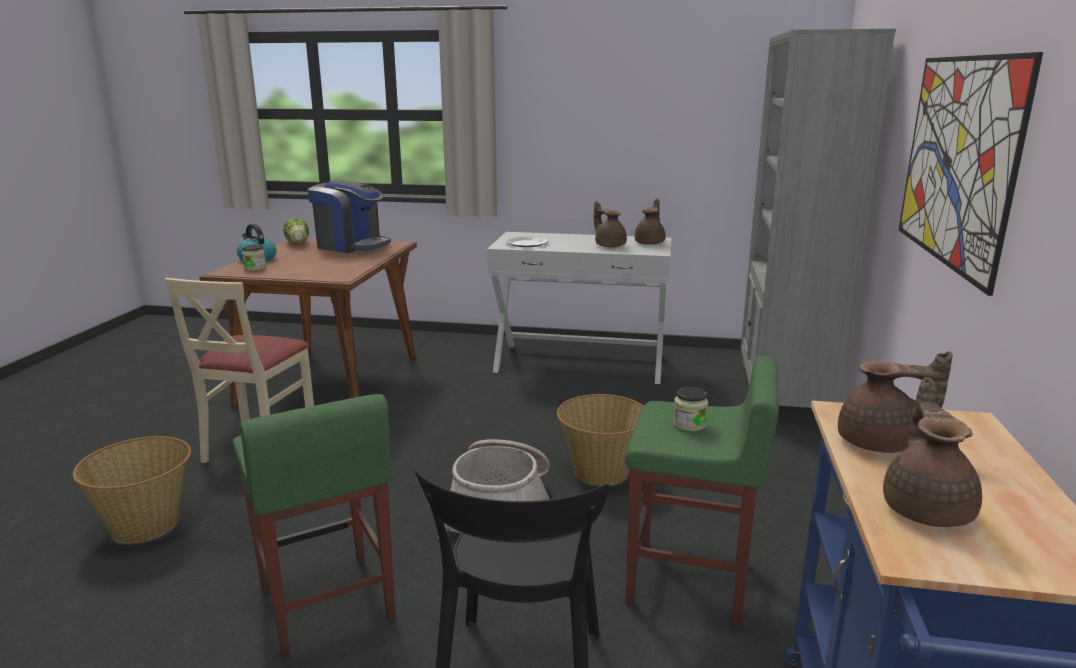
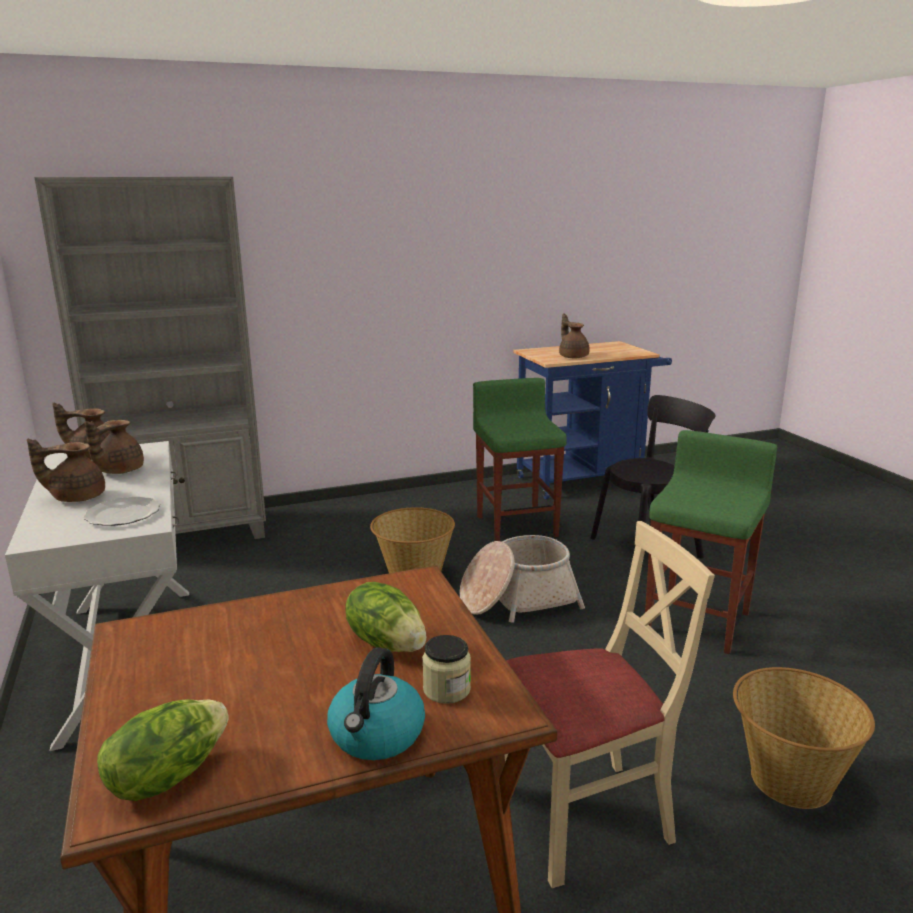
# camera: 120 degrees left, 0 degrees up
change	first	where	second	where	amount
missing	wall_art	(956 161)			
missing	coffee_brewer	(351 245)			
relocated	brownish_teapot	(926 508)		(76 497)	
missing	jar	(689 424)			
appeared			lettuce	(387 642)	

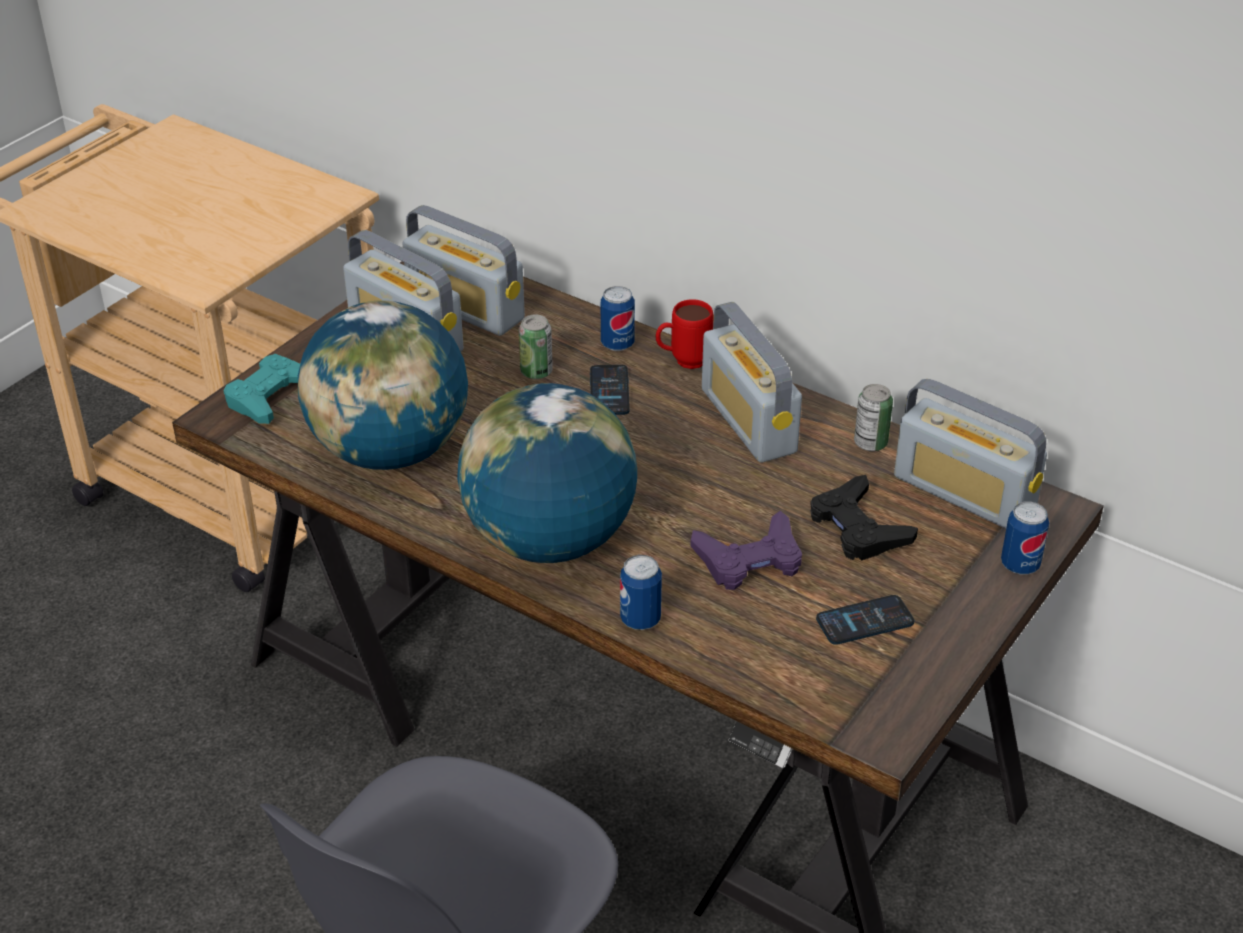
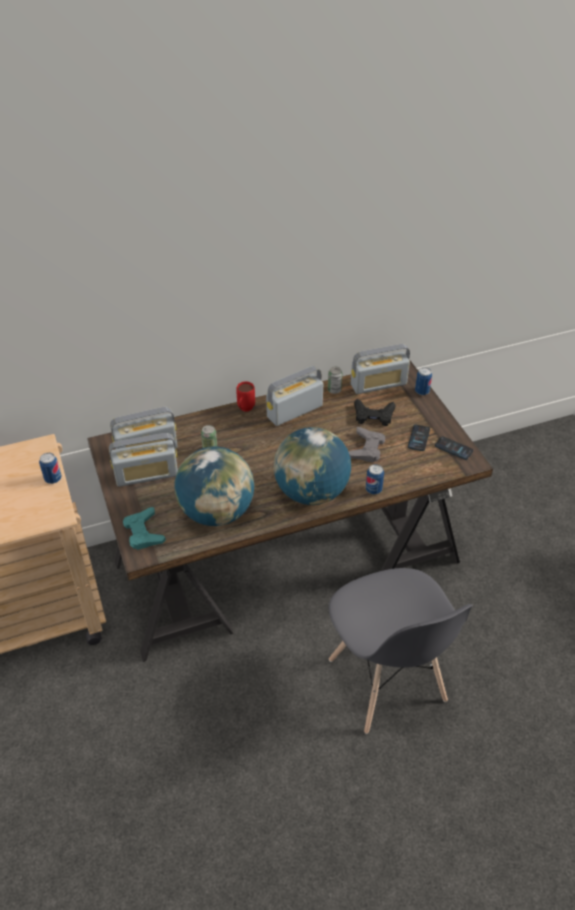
# camera: 55 degrees left, 5 degrees up
change	first	where	second	where	amount
relocated	sealed_can	(617 344)		(53 479)	
spun	radio_set	(748 421)		(294 411)	135 degrees clockwise
relocated	handset	(609 391)		(453 448)	
colour	purplish_gamepad	(749 560)	grey_gamepad	(367 448)	

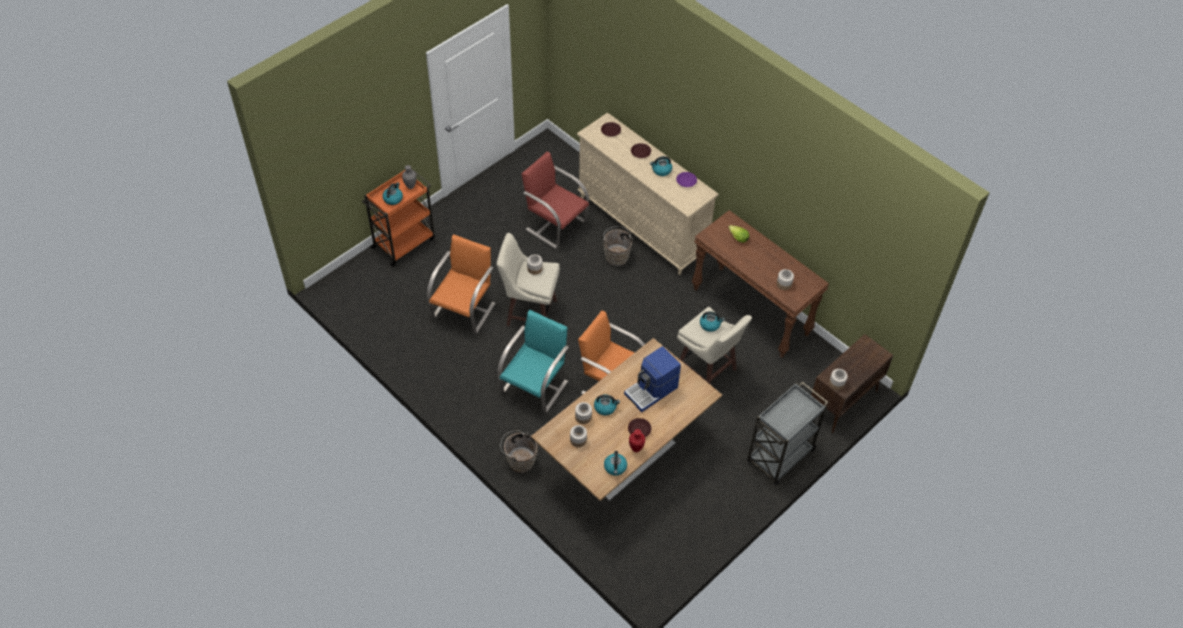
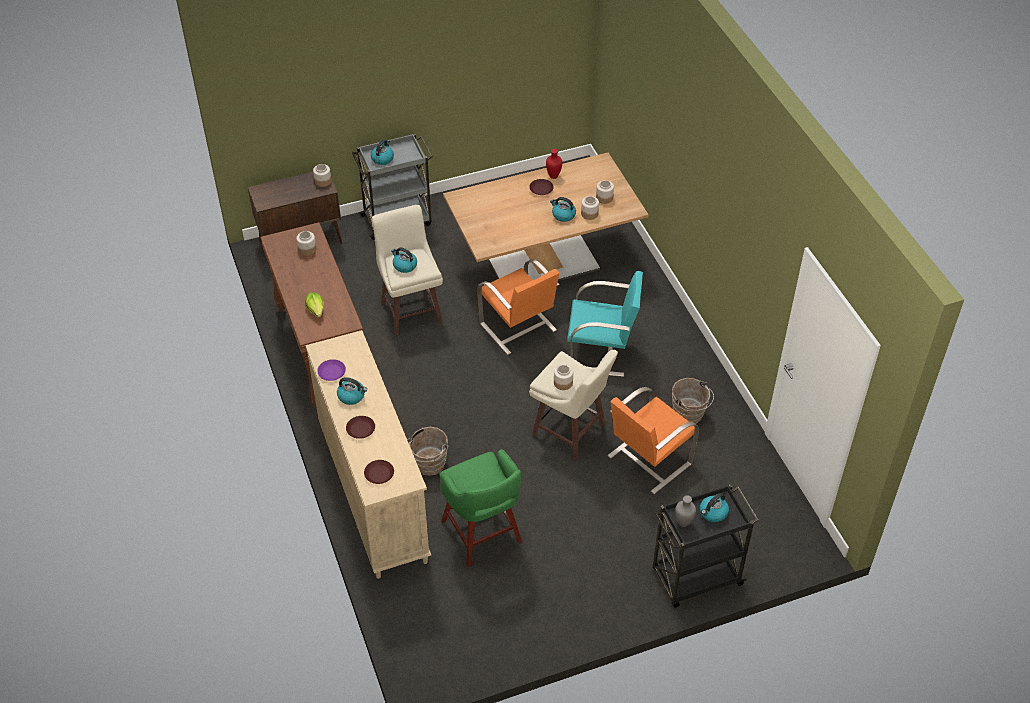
# camera: 155 degrees left, 5 degrees down
change	first	where	second	where	amount
exchanged	reddish_chair	(555 224)	green_stool	(482 534)	
colour	orange_trolley	(404 242)	black_trolley	(695 578)	
spun	turquoise-coloured_chair	(535 386)		(601 352)	135 degrees counterclockwise
missing	coffee_brewer	(652 391)			
relocated	brownish_water_bucket	(519 460)		(689 415)	
relocated	water_kettle	(615 467)		(382 158)	

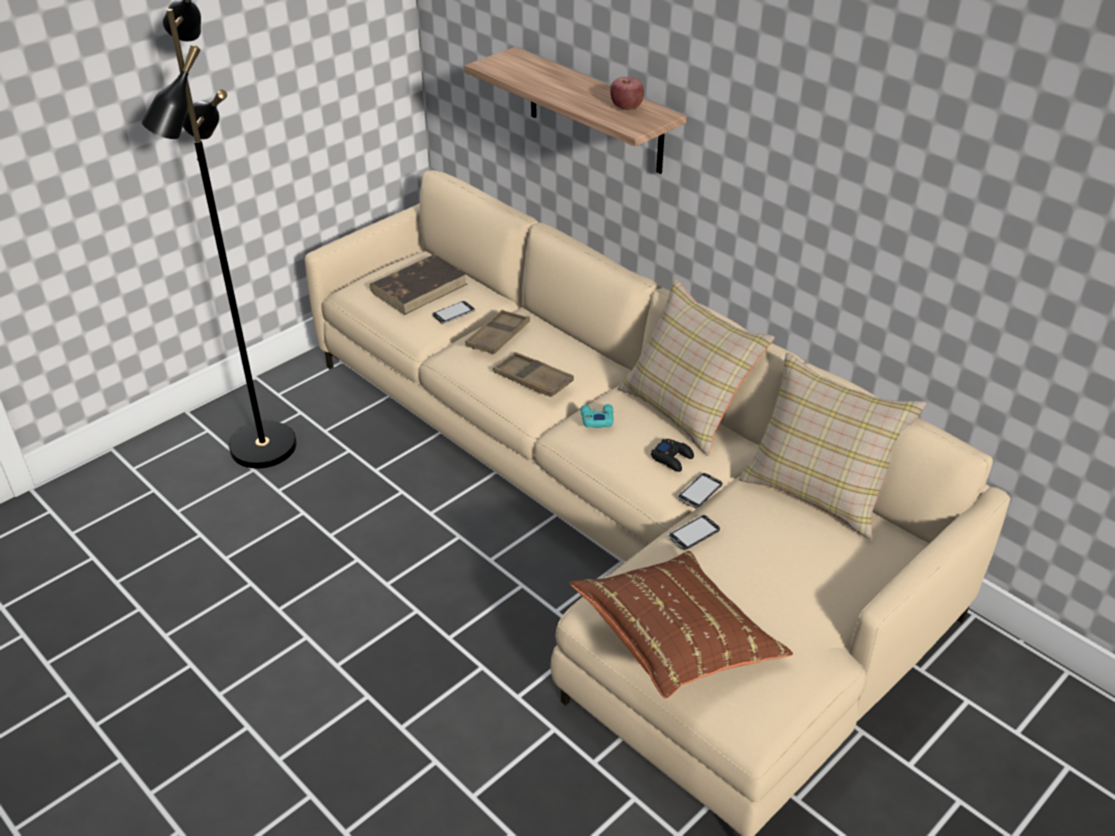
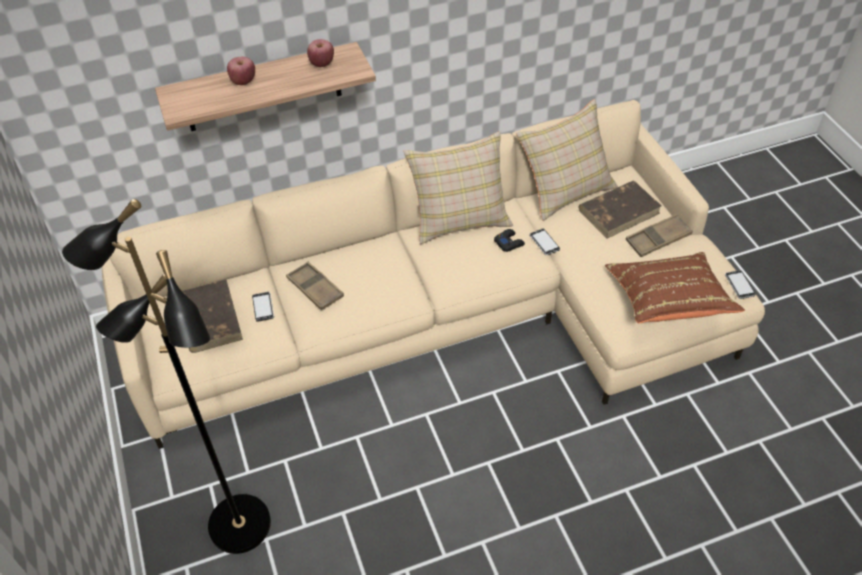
# camera: 65 degrees left, 10 degrees up
change	first	where	second	where	amount
relocated	brownish_carrying_tray	(533 379)		(658 239)	
missing	turquoise-coloured_gamepad	(596 419)			
relocated	handset	(693 533)		(739 285)	
appeared			apple_fruit	(243 81)	
appeared			brownish_volume	(619 211)	

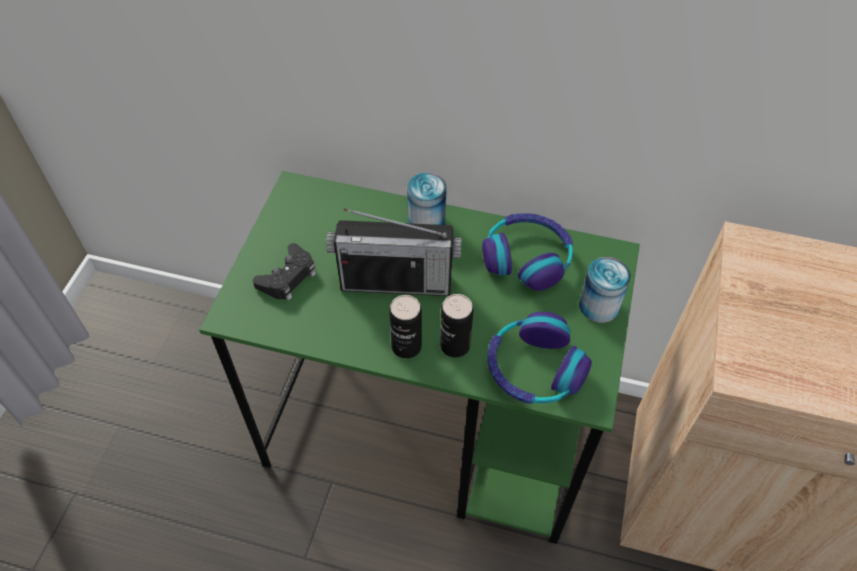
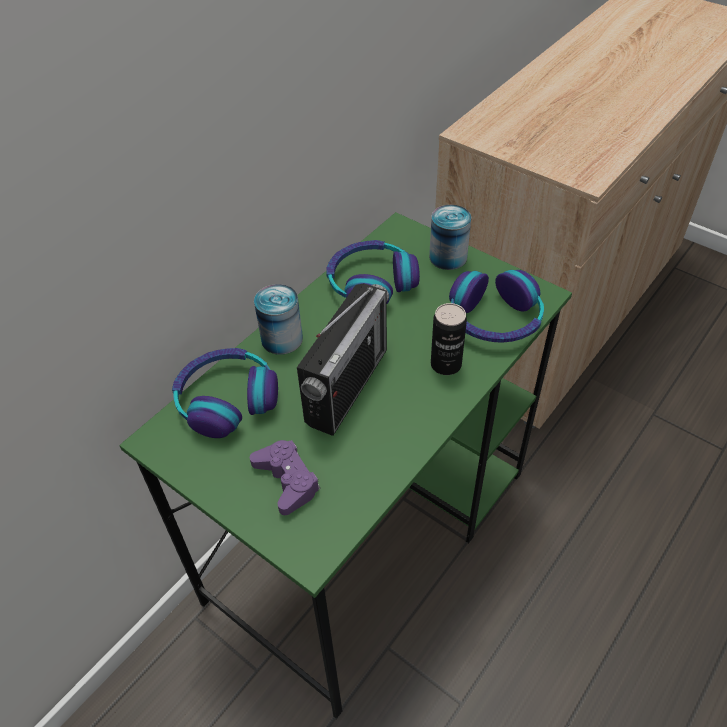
# camera: 65 degrees left, 5 degrees down
change	first	where	second	where	amount
colour	black_gamepad	(288 277)	purplish_gamepad	(287 480)	
missing	sealed_can	(406 346)			
appeared			headset	(227 399)	

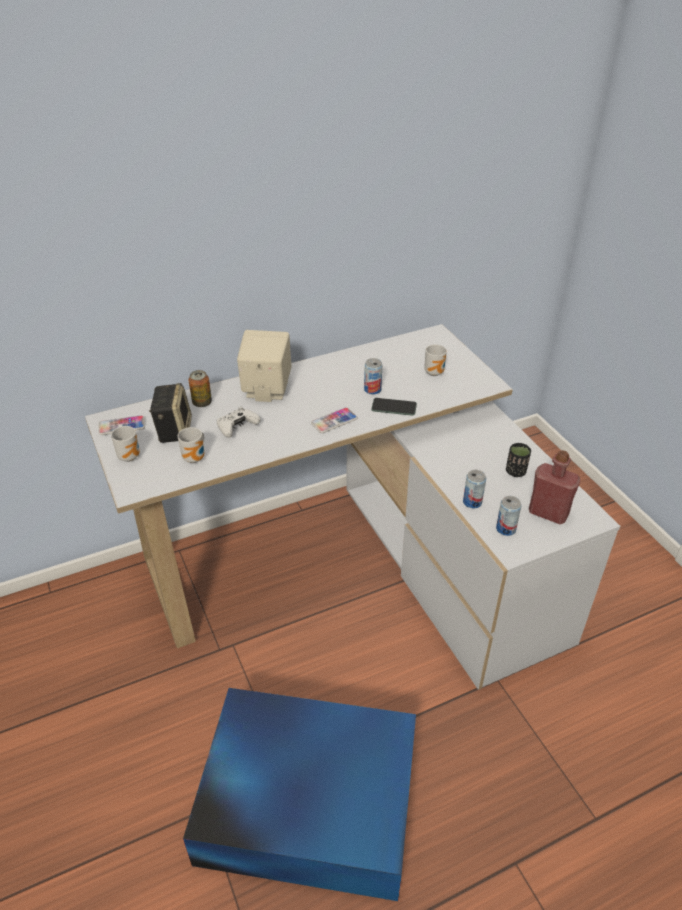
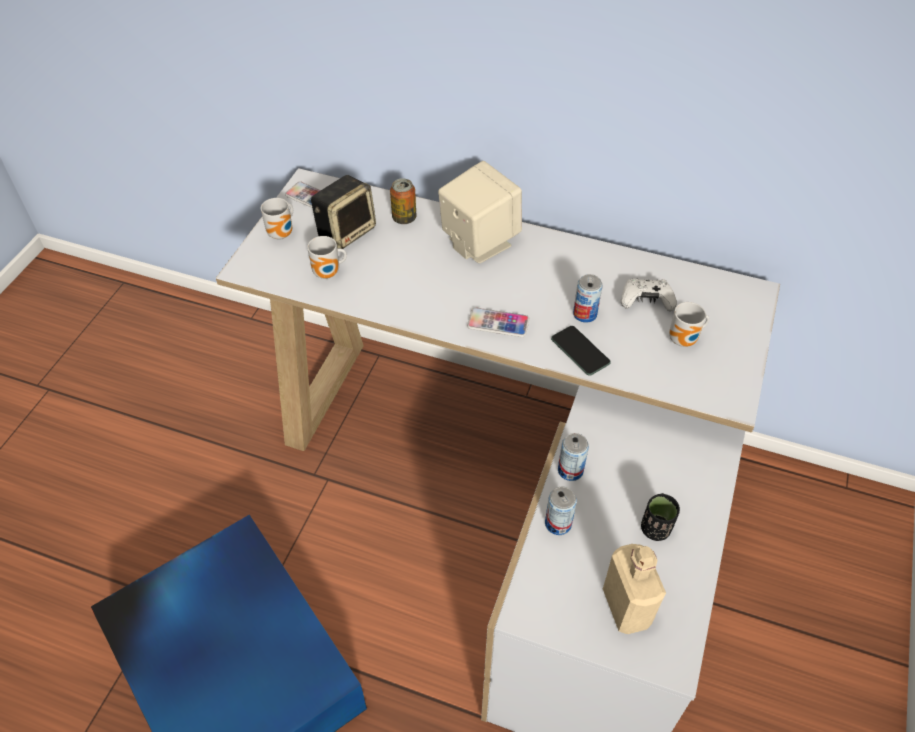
# camera: 45 degrees right, 10 degrees up
change	first	where	second	where	amount
relocated	whitish_gamepad	(237 427)		(646 301)	
colour	reddish_bottle	(548 513)	beige-coloured_bottle	(626 607)	
relocated	sealed_can	(505 529)		(570 470)	

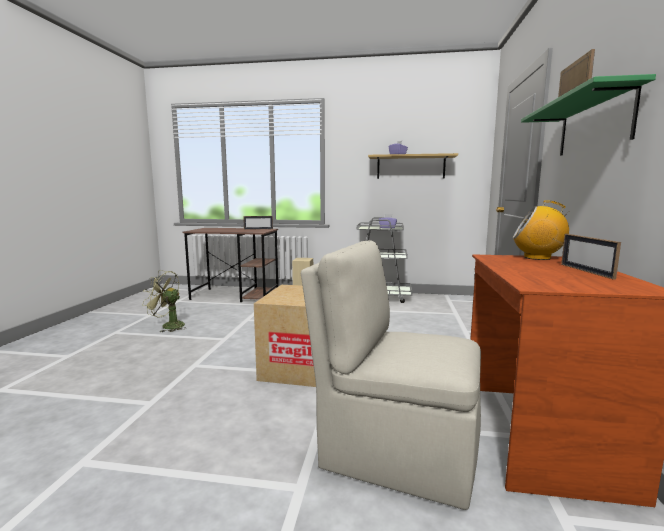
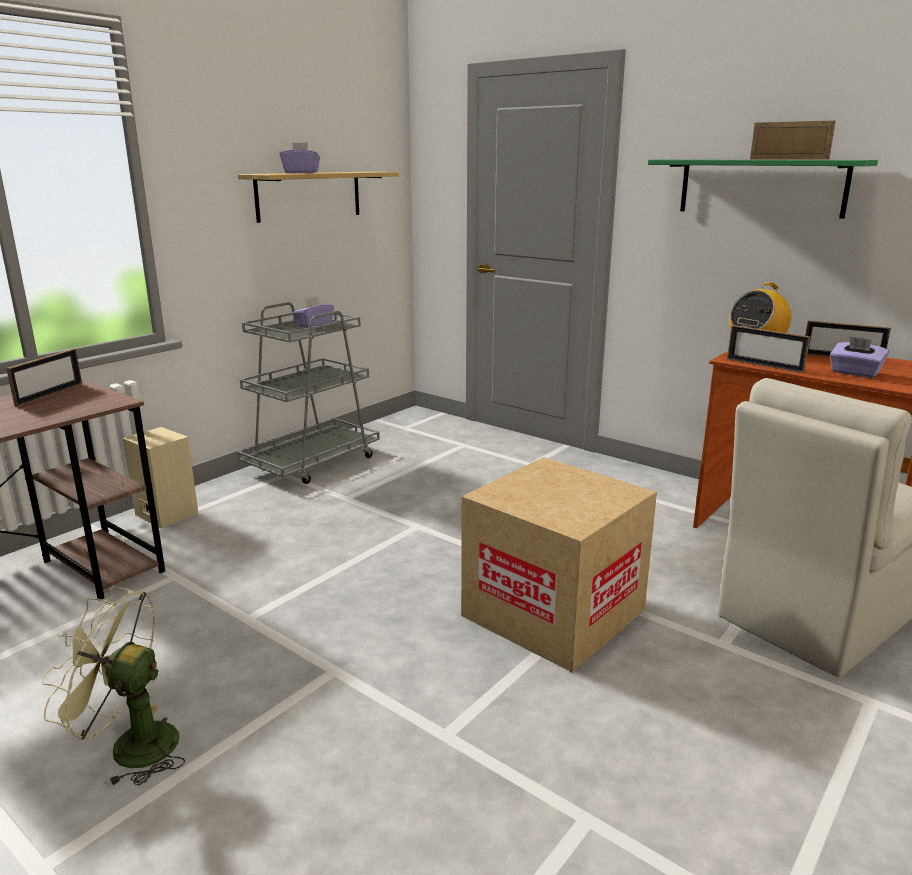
# camera: 60 degrees left, 10 degrees up
change	first	where	second	where	amount
spun	green_fan	(168 326)		(130 746)	60 degrees clockwise
appeared			picture_frame	(764 365)	
appeared			purplish_tissue_holder	(854 373)	

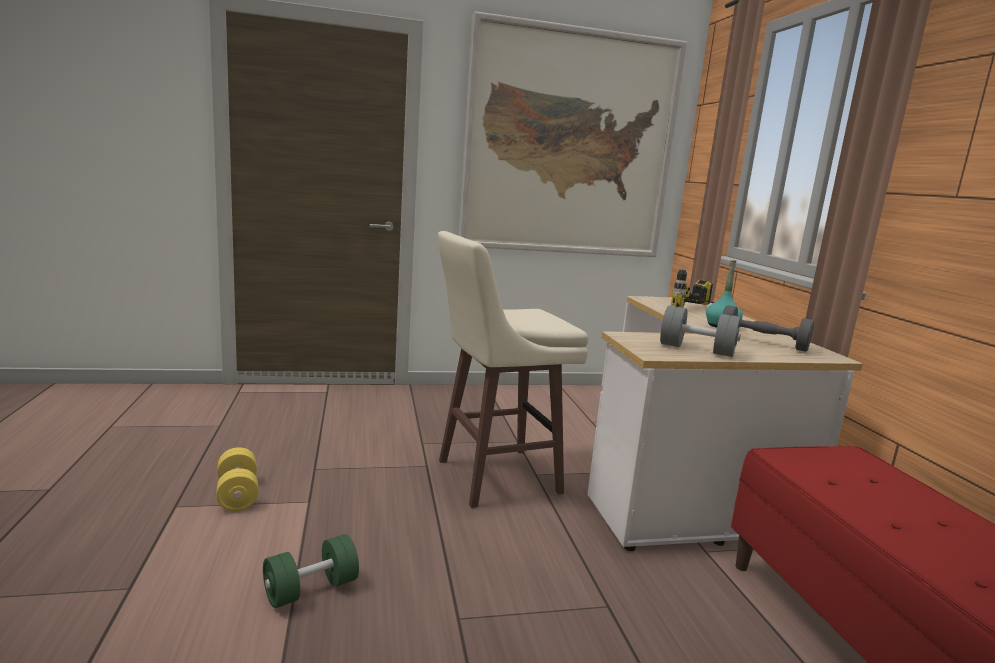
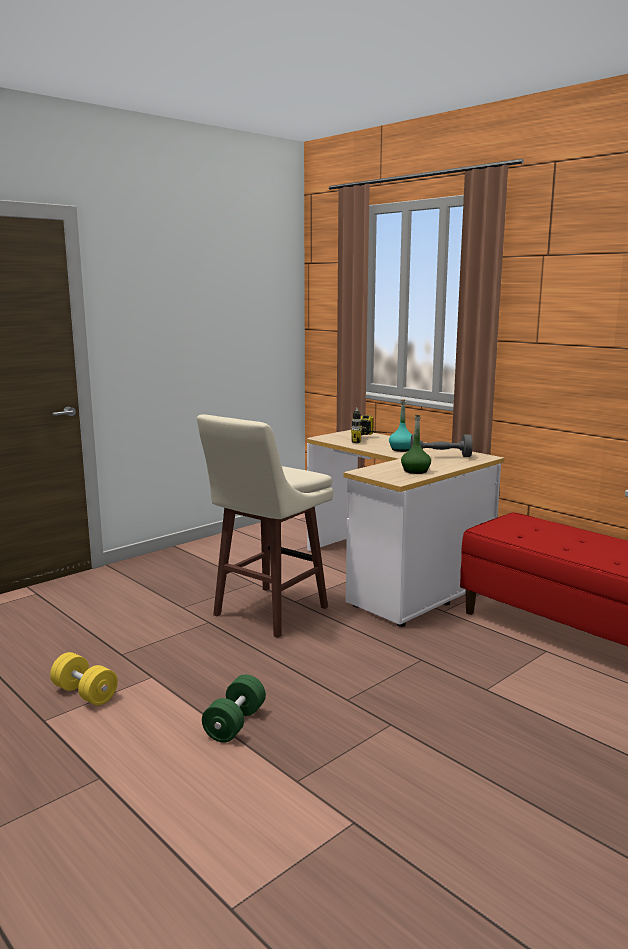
# camera: 30 degrees left, 0 degrees up
change	first	where	second	where	amount
missing	wall_art	(568 144)			
exchanged	grey_dumbbell	(696 349)	green_bottle	(415 471)	

